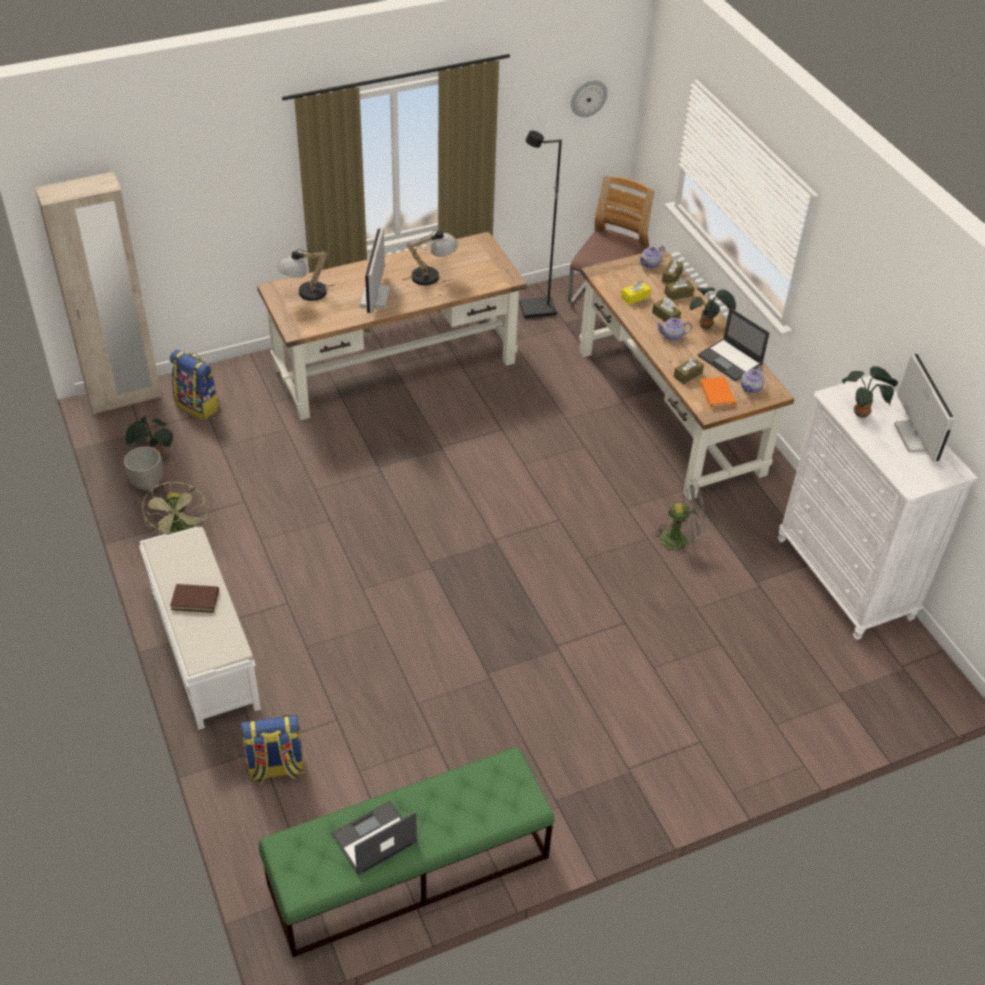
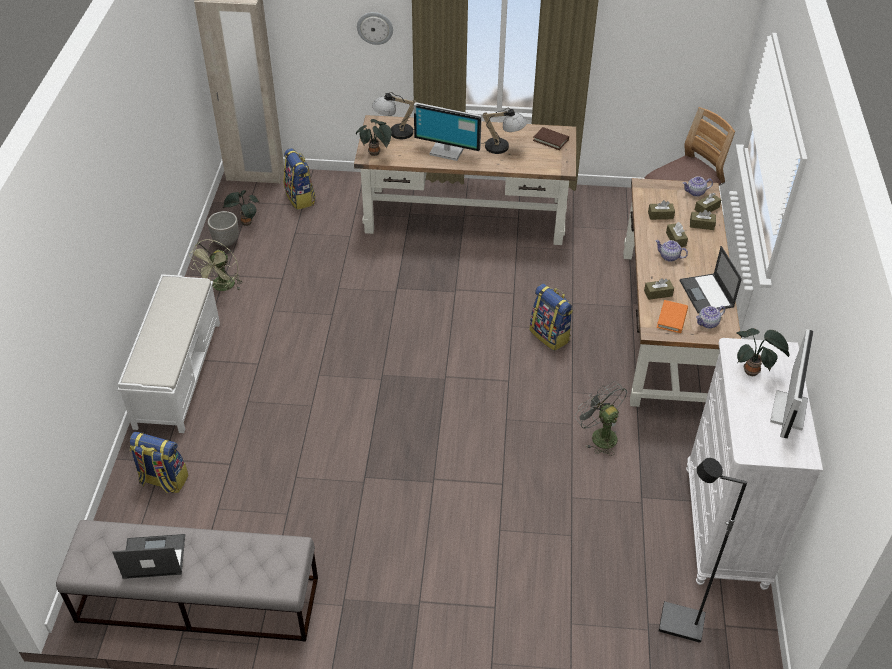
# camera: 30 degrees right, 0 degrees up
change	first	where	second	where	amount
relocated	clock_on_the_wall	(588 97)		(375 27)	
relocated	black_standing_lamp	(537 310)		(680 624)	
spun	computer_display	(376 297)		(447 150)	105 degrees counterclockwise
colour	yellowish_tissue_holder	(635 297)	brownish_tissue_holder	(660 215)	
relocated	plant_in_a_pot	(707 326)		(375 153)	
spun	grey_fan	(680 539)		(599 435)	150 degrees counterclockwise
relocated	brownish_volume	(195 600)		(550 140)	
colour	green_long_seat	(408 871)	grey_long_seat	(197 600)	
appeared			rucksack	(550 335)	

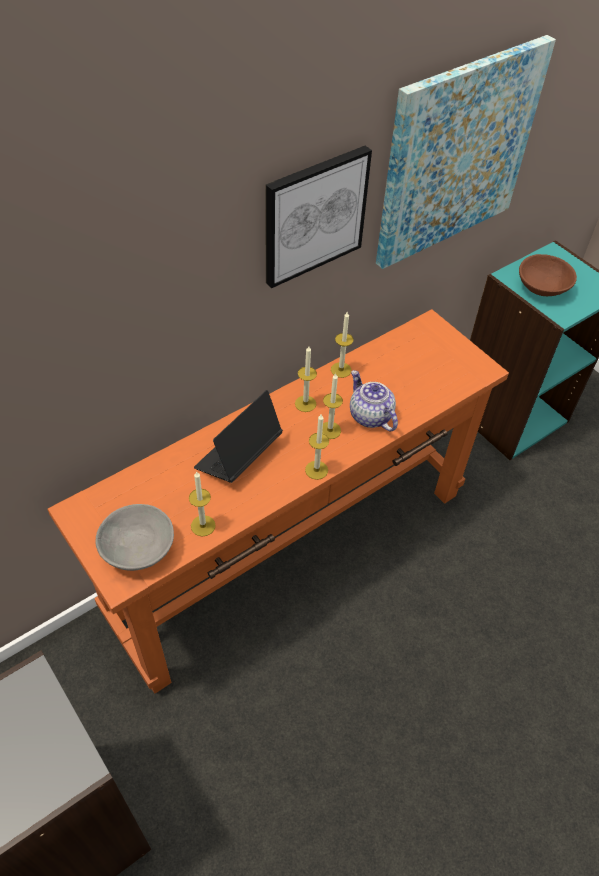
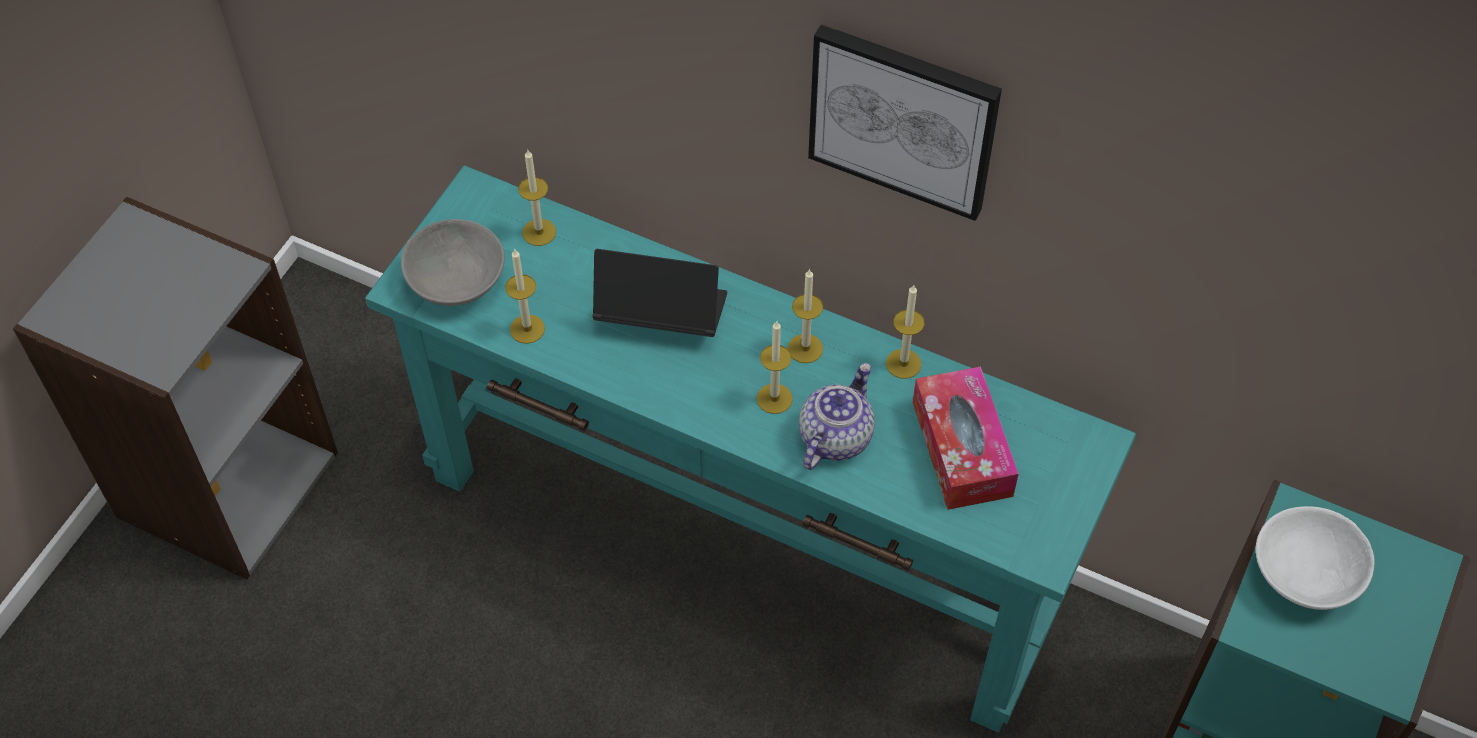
# camera: 65 degrees right, 5 degrees up
change	first	where	second	where	amount
missing	wall_art	(457 154)			
colour	brownish_deep_dish	(542 288)	whitish_deep_dish	(1306 575)	
colour	orange_hall_table	(291 551)	turquoise-coloured_hall_table	(741 538)	
relocated	wax_candle	(316 470)		(539 232)	
appeared			tissue_holder	(962 448)	

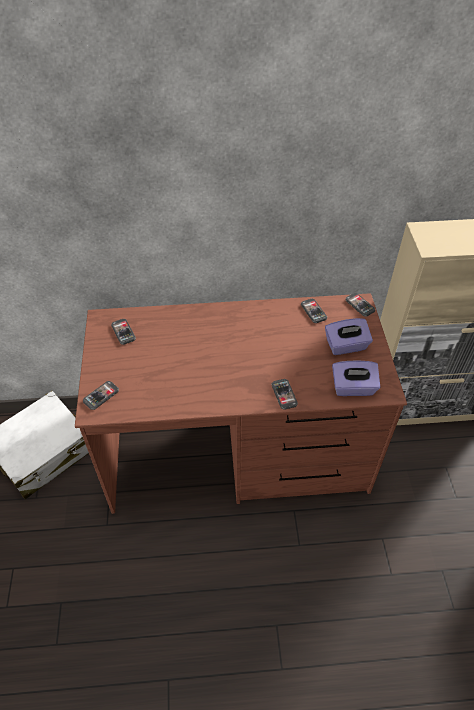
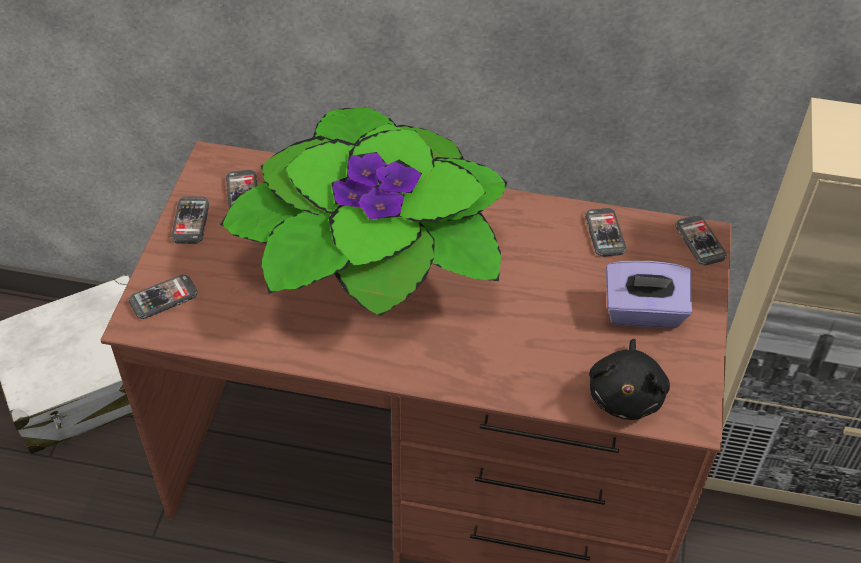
# camera: 15 degrees right, 0 degrees up
change	first	where	second	where	amount
exchanged	purplish_tissue_holder	(353 388)	black_cuddly_toy	(626 394)	
relocated	handset	(284 394)		(190 221)	
appeared			plant_in_a_pot	(373 255)	

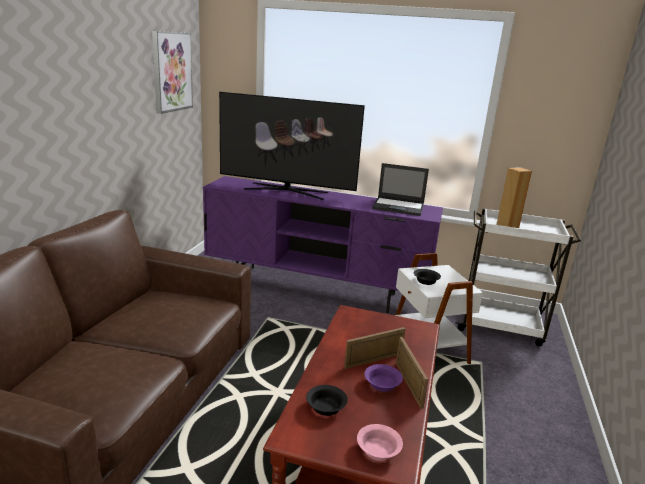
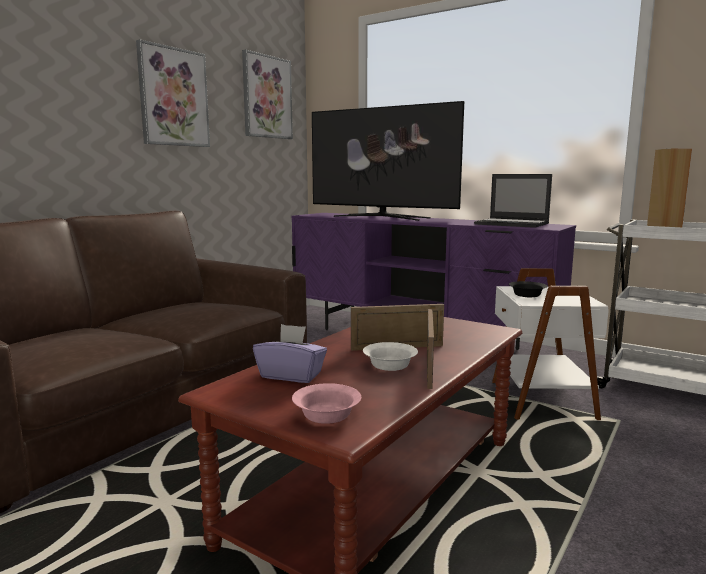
# camera: 20 degrees right, 10 degrees down
change	first	where	second	where	amount
colour	purplish_deep_dish	(381 384)	whitish_deep_dish	(389 365)	
exchanged	black_deep_dish	(325 408)	purplish_tissue_holder	(291 375)	
appeared			wall_art	(173 97)	

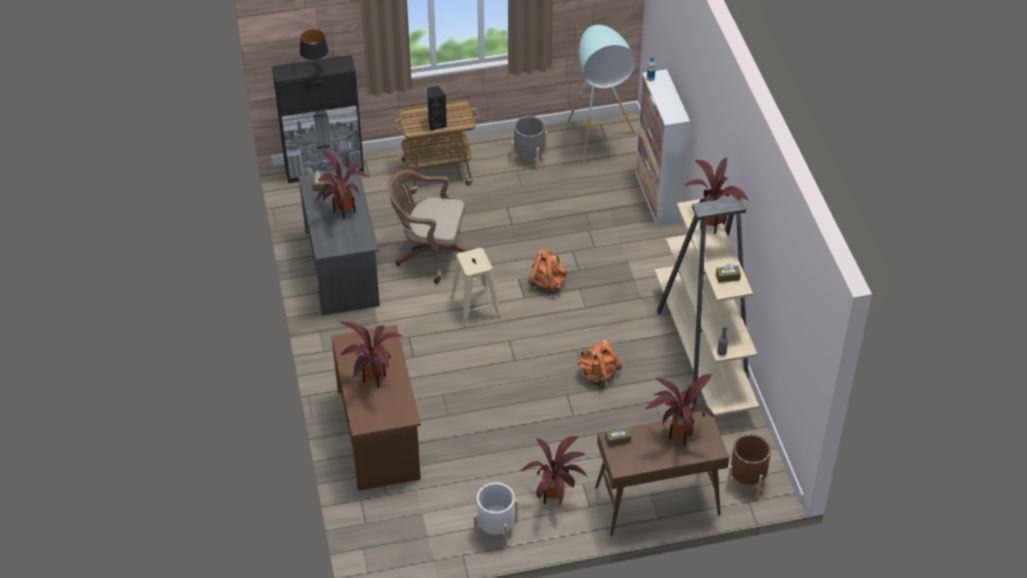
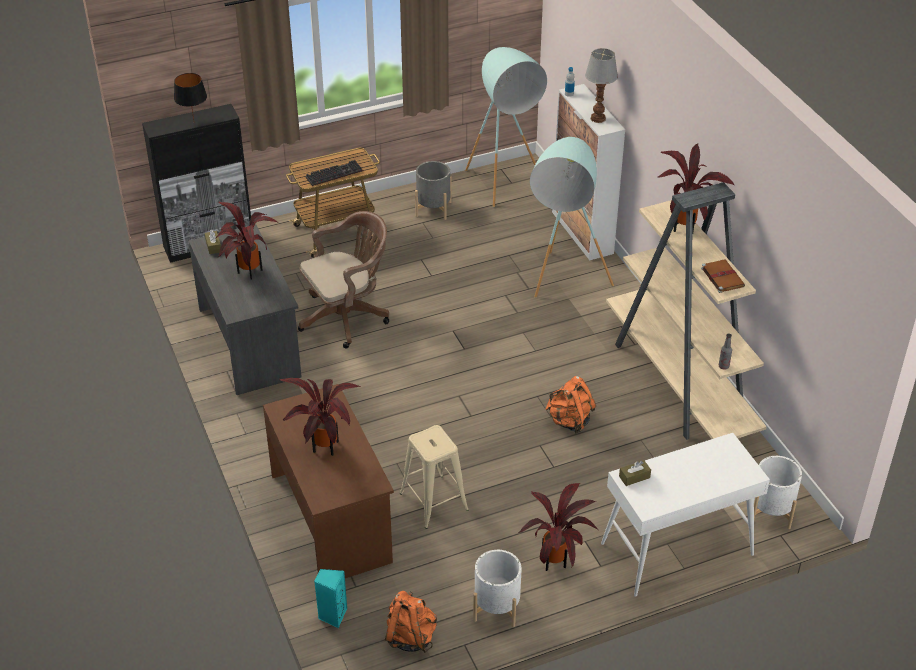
# camera: 10 degrees left, 5 degrees down
change	first	where	second	where	amount
exchanged	black_audio_speaker	(436 124)	keyboard	(334 173)	
spun	brownish_desk_chair	(430 254)		(347 316)	150 degrees clockwise
relocated	beige-coloured_stool	(475 307)		(433 501)	
relocated	orange_rucksack	(547 284)		(410 637)	
exchanged	brownish_tissue_holder	(727 277)	brownish_volume	(722 277)	
missing	plant_in_a_pot	(679 434)			
colour	brownish_hall_table	(656 501)	whitish_hall_table	(676 550)	
colour	brownish_flower_pot	(747 479)	whitish_flower_pot	(771 511)	
appeared			lamp_for_a_table	(598 119)	
appeared			turquoise-coloured_standing_lamp	(561 288)	
appeared			turquoise-coloured_audio_speaker	(332 615)	

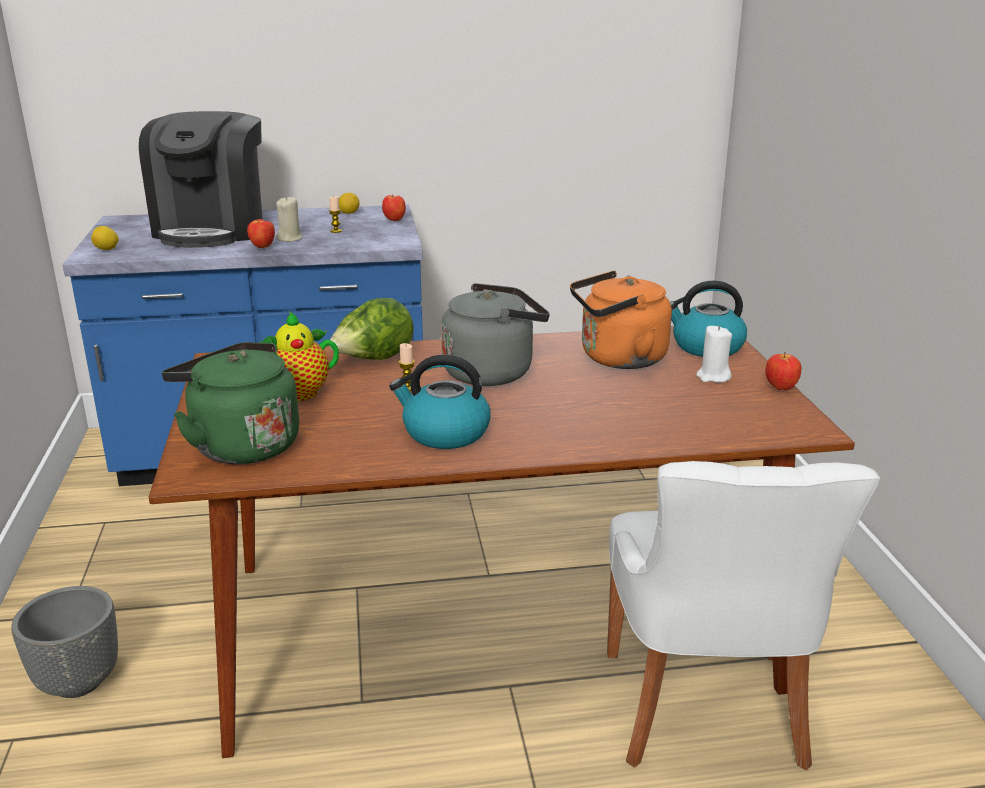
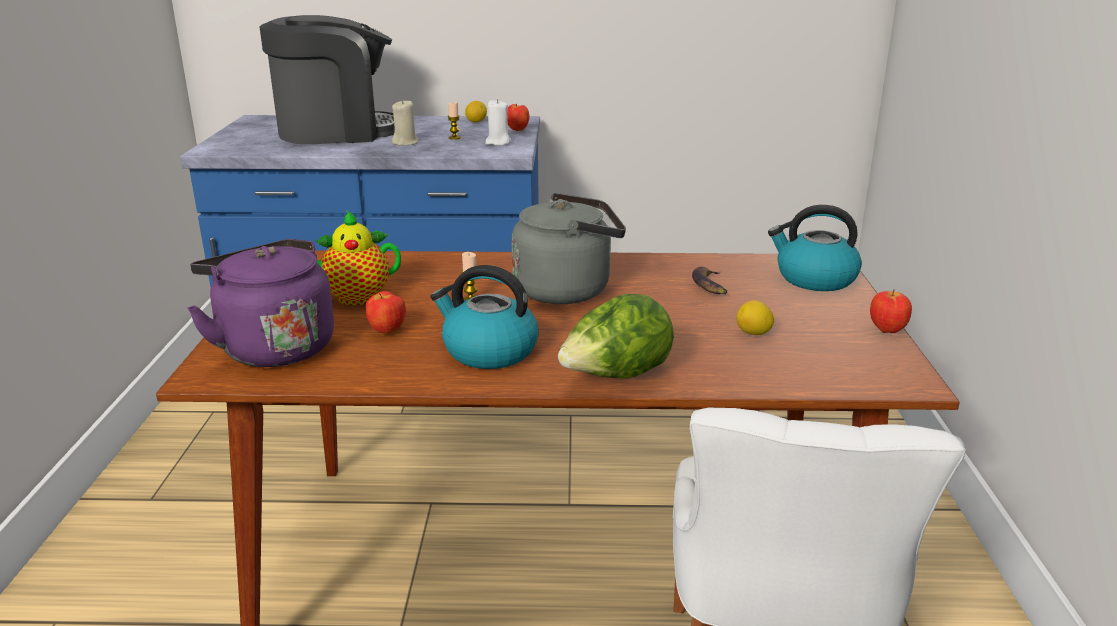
# camera: 10 degrees right, 0 degrees up
change	first	where	second	where	amount
spun	coffee_brewer	(212 230)		(336 131)	120 degrees counterclockwise
relocated	apple_fruit	(262 247)		(387 331)	
relocated	citrus_fruit	(106 249)		(753 334)	
exchanged	orange_water_kettle	(618 359)	banana	(710 285)	
relocated	lettuce	(373 360)		(616 377)	
relocated	whitish_wax_candle	(713 377)		(498 143)	
colour	green_water_kettle	(241 445)	purplish_water_kettle	(273 347)	
missing	grey_flower_pot	(79 682)			

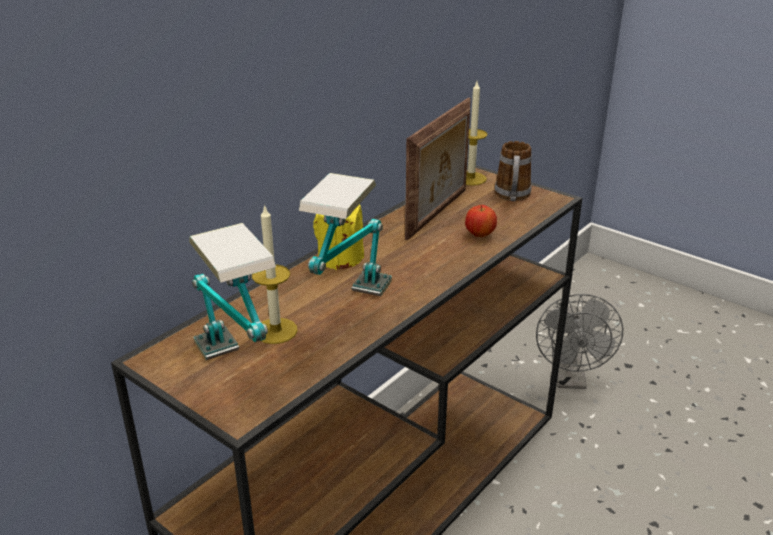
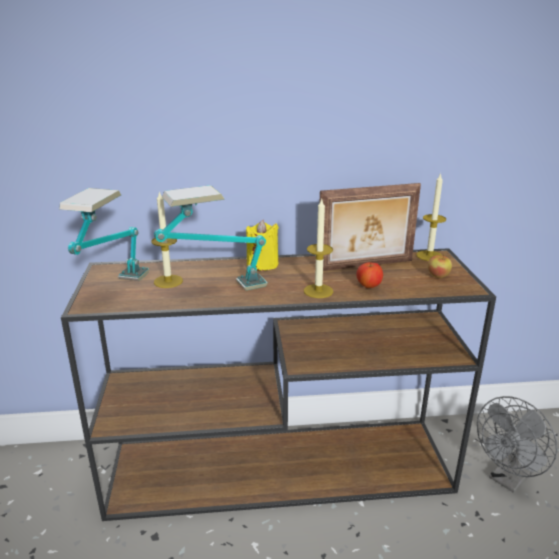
# camera: 45 degrees right, 5 degrees down
change	first	where	second	where	amount
exchanged	mug	(512 197)	apple_fruit	(438 276)	
appeared			wax_candle	(318 291)	

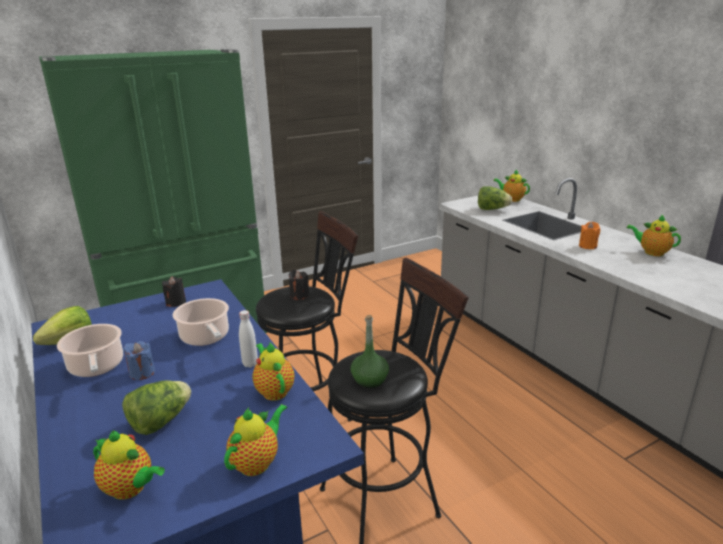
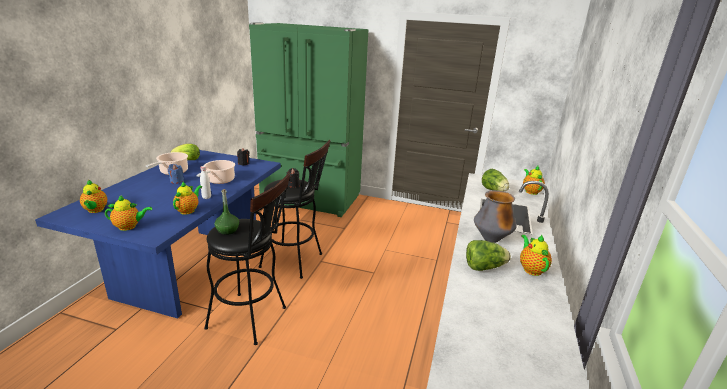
# camera: 45 degrees right, 0 degrees up
change	first	where	second	where	amount
exchanged	orange_wax_candle	(587 246)	flower_vase	(491 239)	
relocated	lettuce	(160 422)		(484 267)	

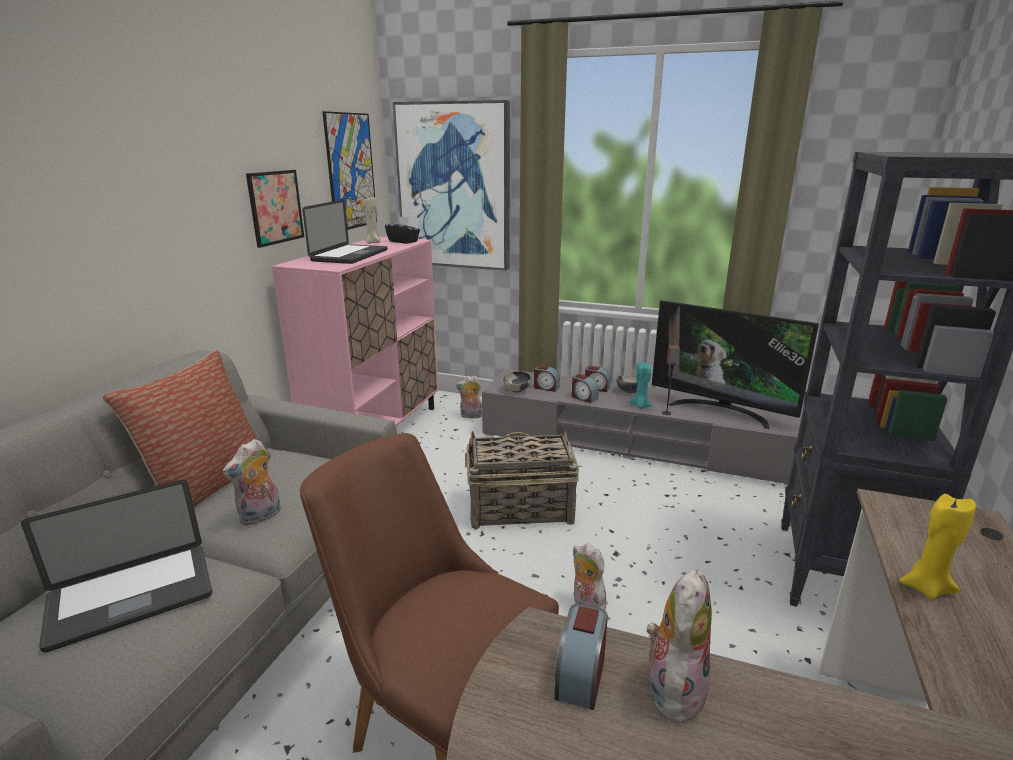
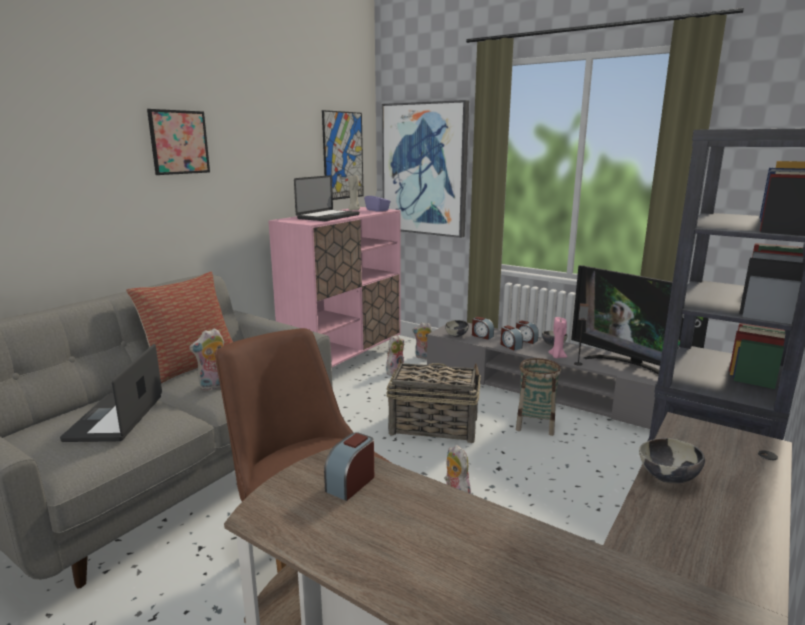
# camera: 15 degrees right, 5 degrees down
change	first	where	second	where	amount
relocated	wall_art	(275 207)		(179 142)	
colour	black_tissue_holder	(403 241)	purplish_tissue_holder	(377 210)	
colour	turquoise-coloured_wax_candle	(640 406)	pink_wax_candle	(557 356)	
spun	notebook_computer	(131 597)		(116 418)	105 degrees clockwise
exchanged	yellowish_wax_candle	(925 587)	deep_dish	(668 478)	
relocated	cuddly_toy	(673 687)		(394 371)	
appeared			storage_basket	(535 424)	

